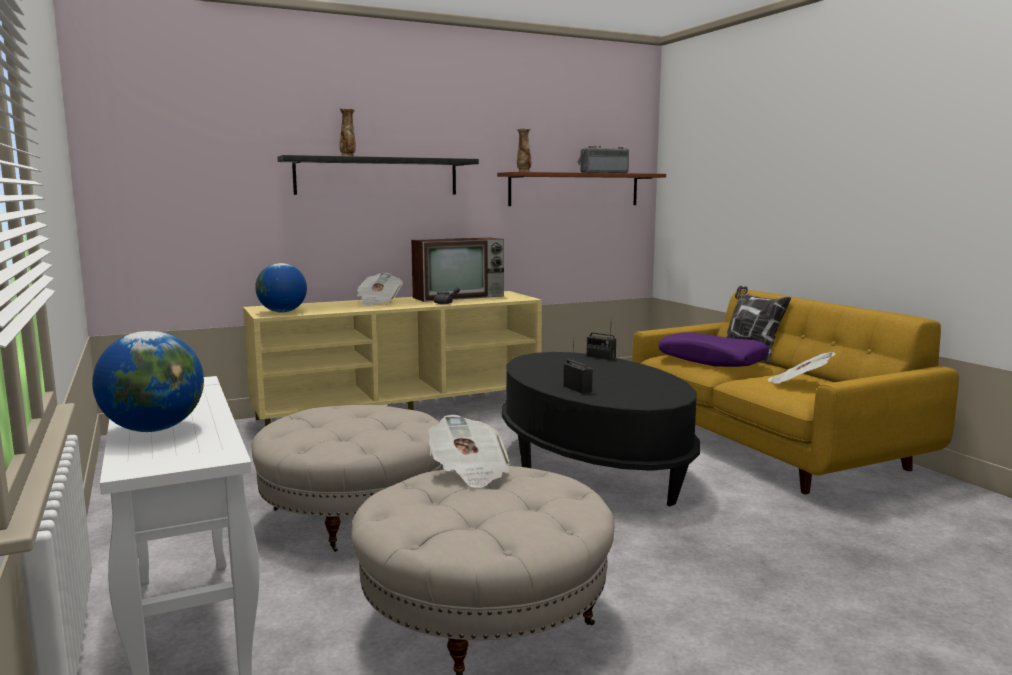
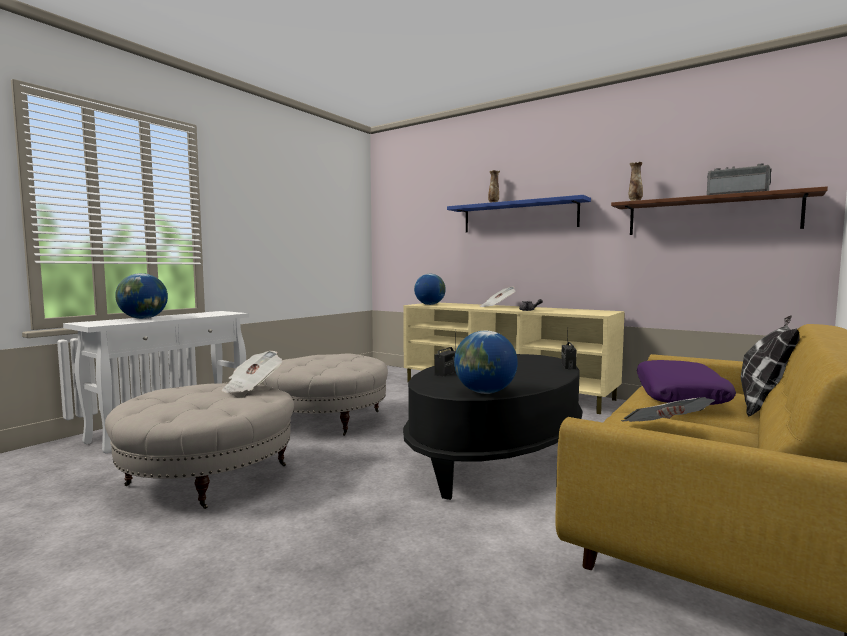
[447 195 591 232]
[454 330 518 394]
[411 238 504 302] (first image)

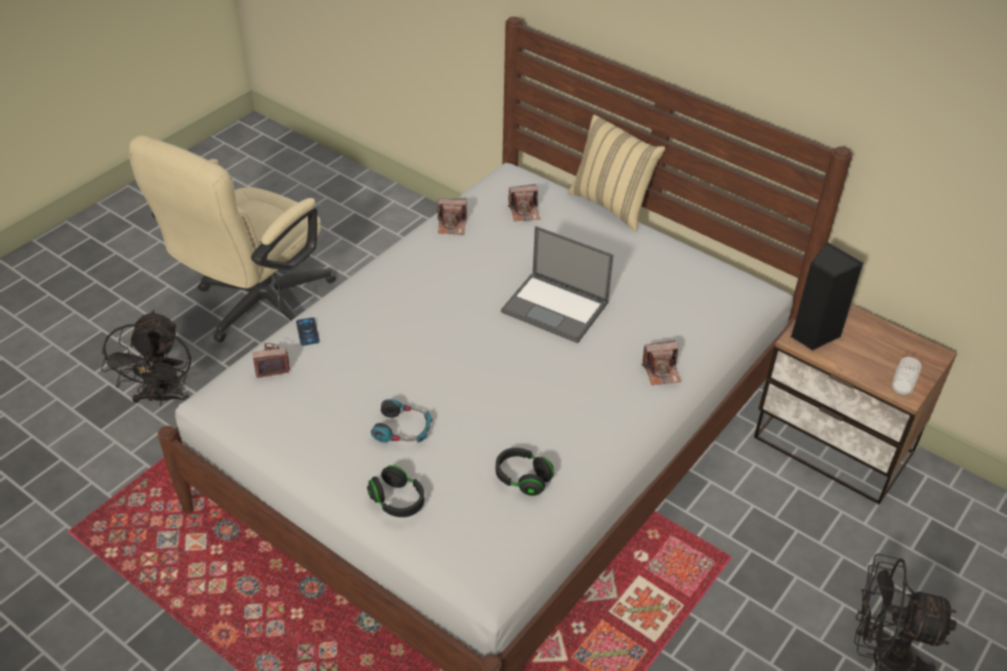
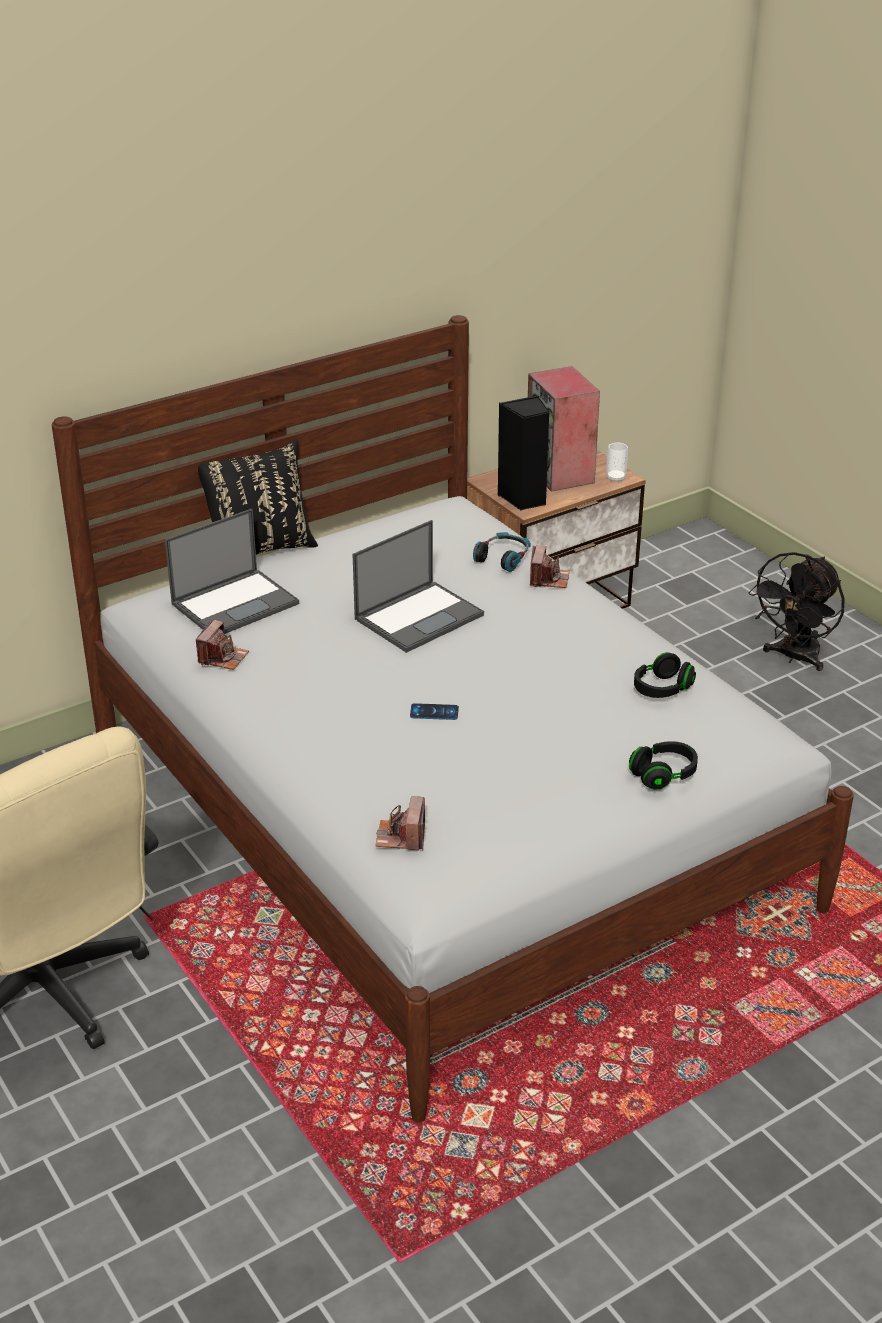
[165 509 299 634]
[198 439 318 555]
[410 703 459 720]
[473 532 530 572]
[528 366 600 491]
[101 310 191 406] (first image)

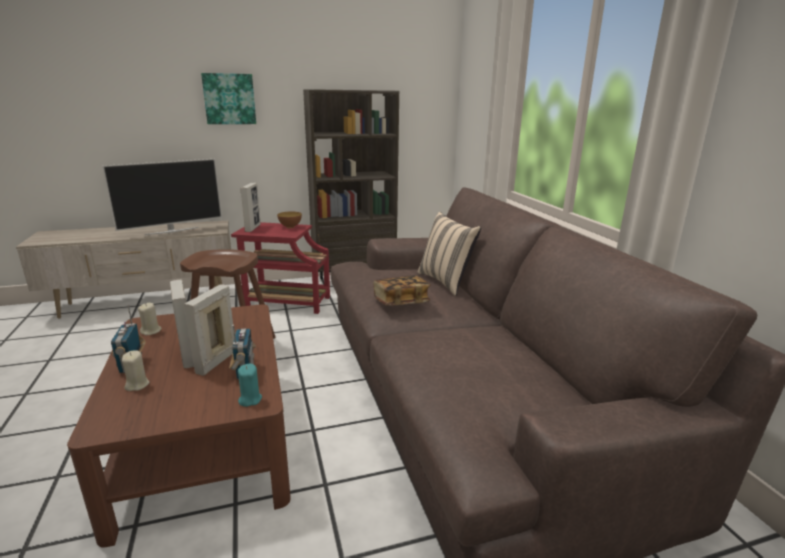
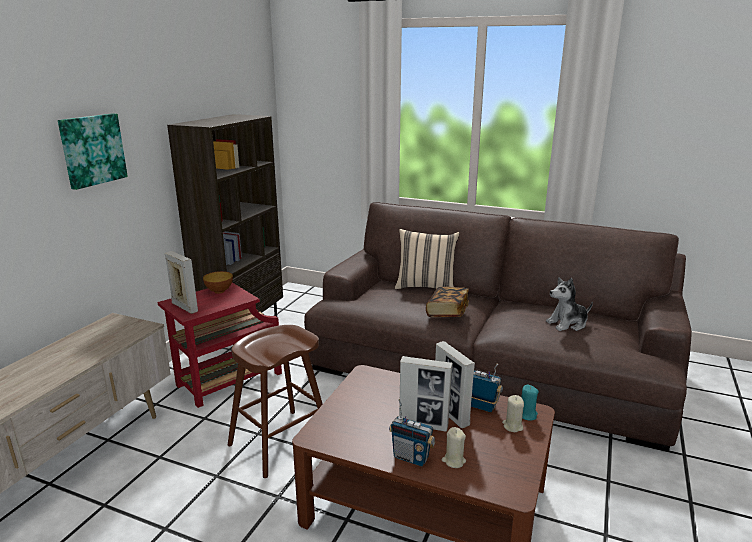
[502 395 524 432]
[546 277 593 331]
[102 159 222 235] (first image)

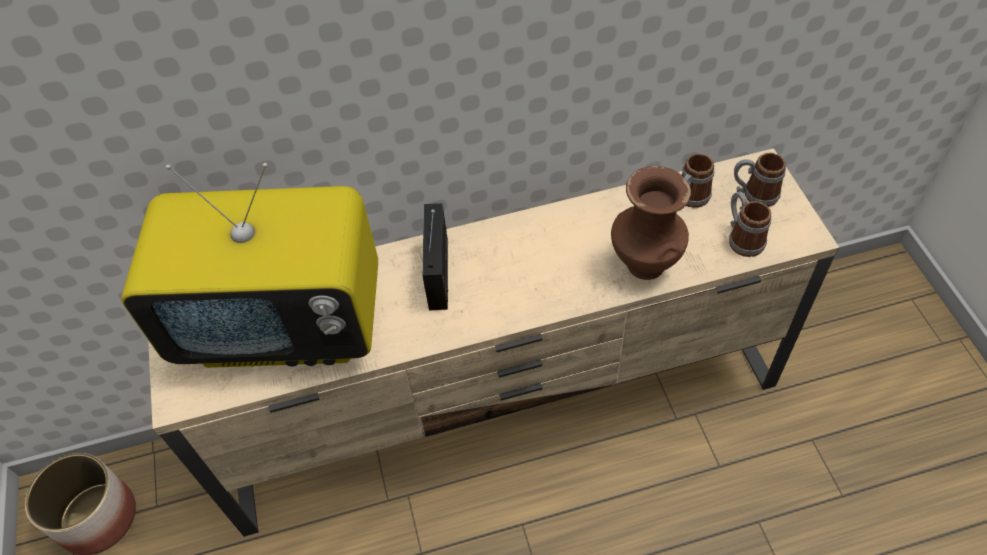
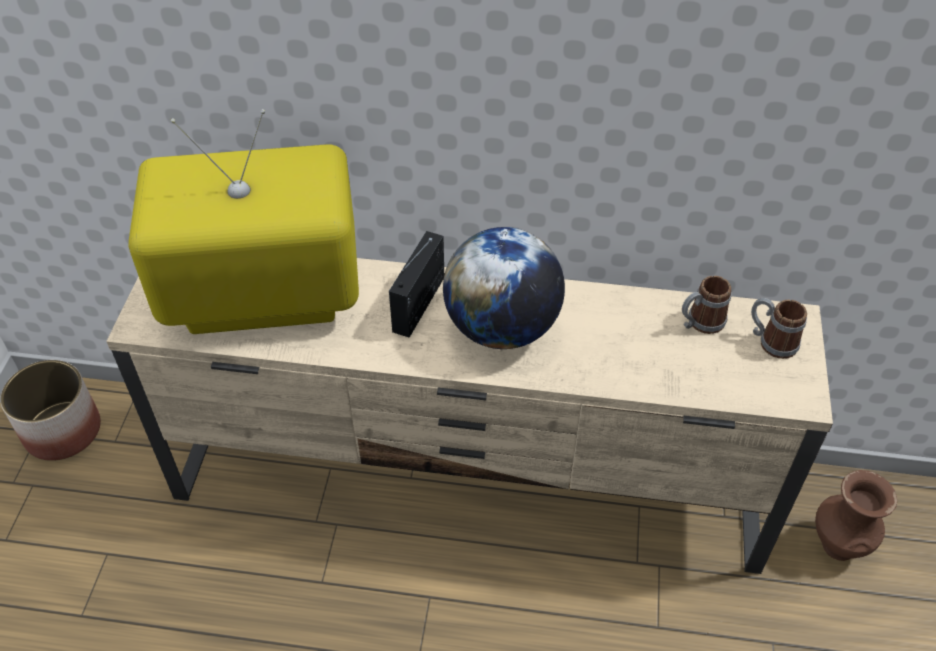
[128 109 359 334]
[443 227 565 349]
[815 470 897 561]
[729 192 771 257] (first image)

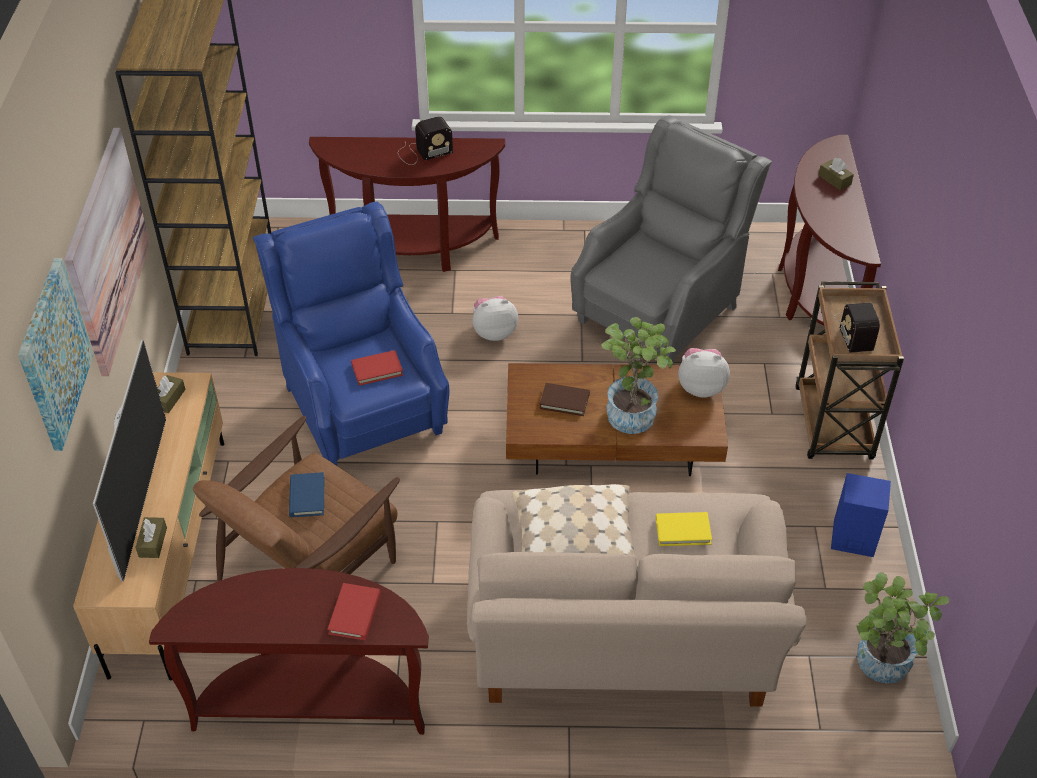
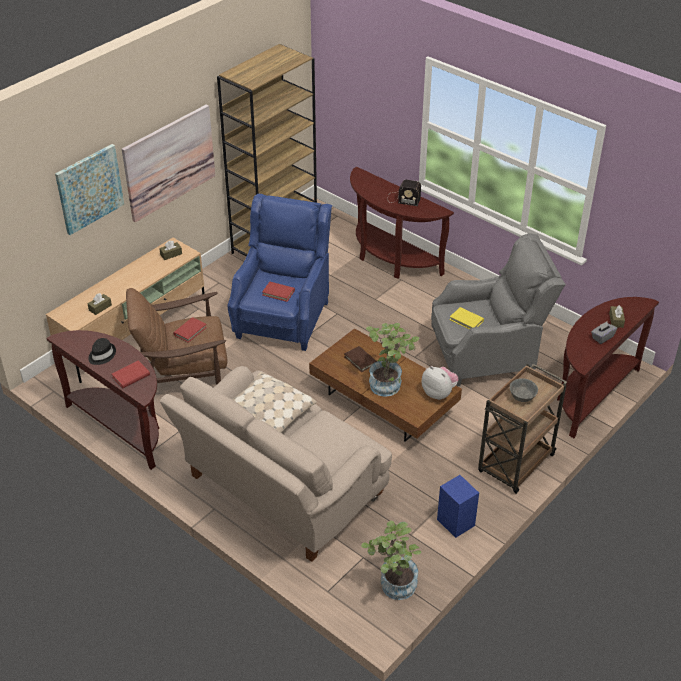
[88 338 116 365]
[173 317 207 343]
[450 307 484 329]
[510 378 538 402]
[591 322 617 344]
[93 340 166 581] (first image)
[472 296 518 341] (first image)

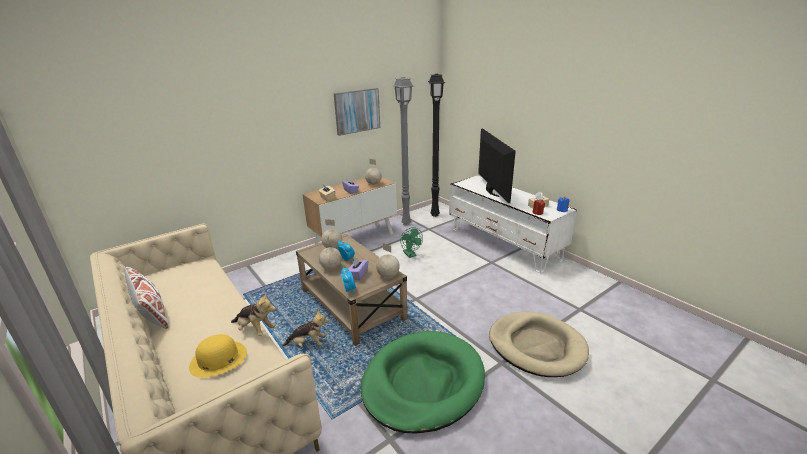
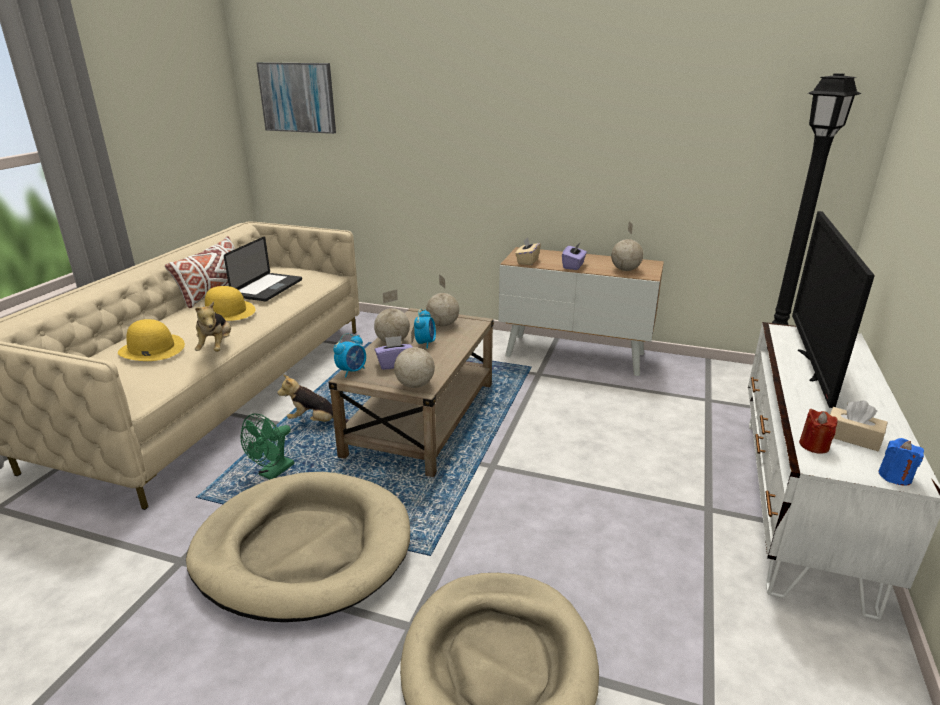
[186 472 410 622]
[205 286 255 321]
[224 237 302 301]
[241 414 294 479]
[256 62 336 134]
[277 375 349 423]
[792 211 875 408]
[393 77 414 226] (first image)

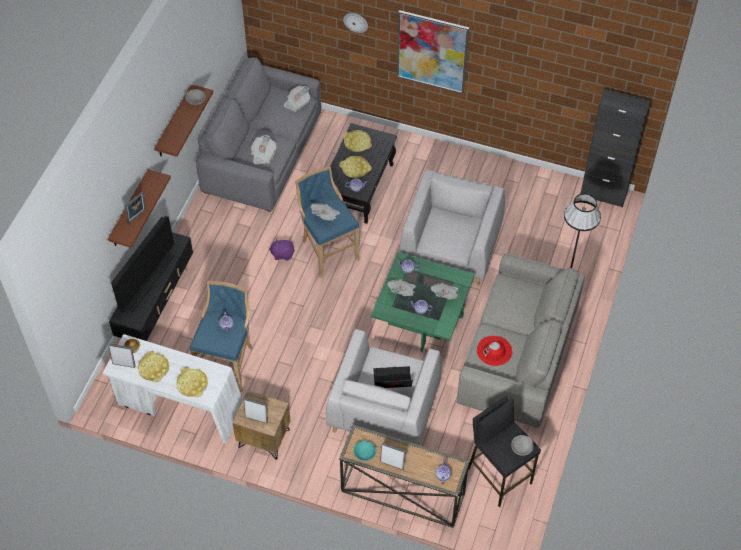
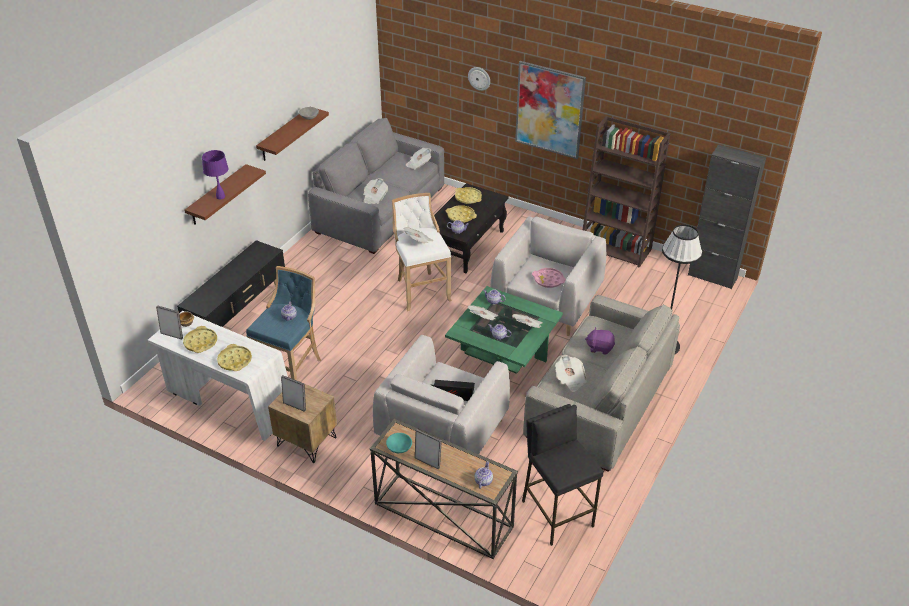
[202 150 229 199]
[392 193 452 311]
[532 268 566 288]
[555 355 587 392]
[583 116 671 268]
[585 327 615 355]
[111 216 174 313] (first image)
[511 435 534 456] (first image)

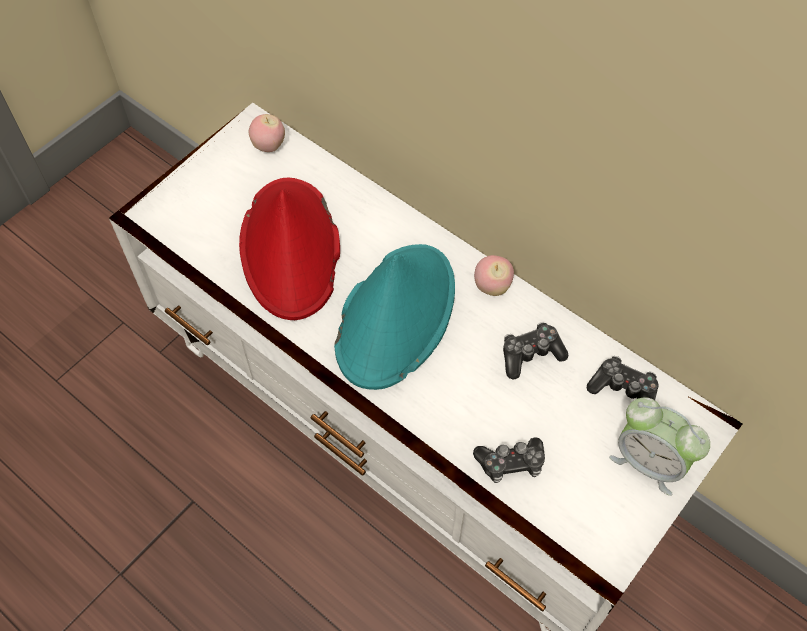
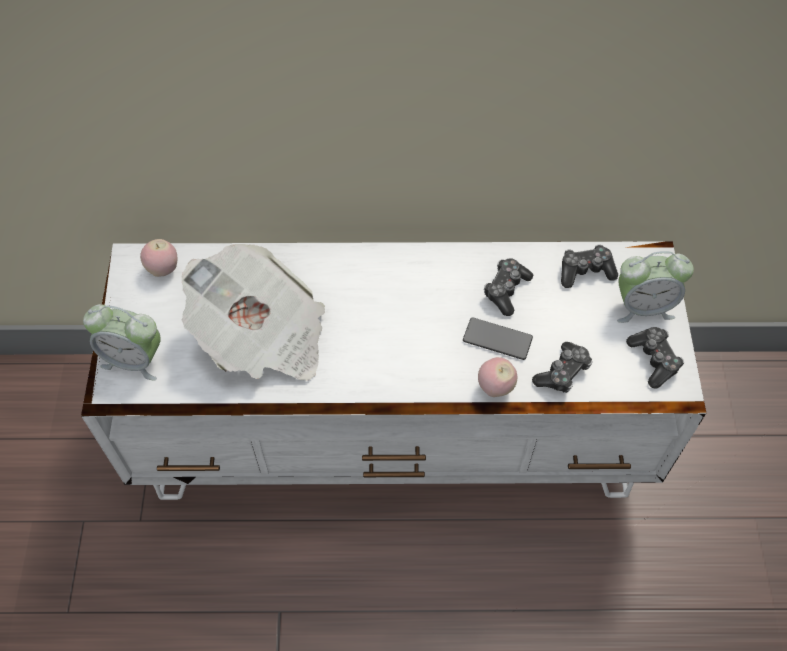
[83 304 161 381]
[182 244 325 381]
[463 317 533 360]
[478 357 517 397]
[626 327 684 388]
[334 244 455 390] (first image)

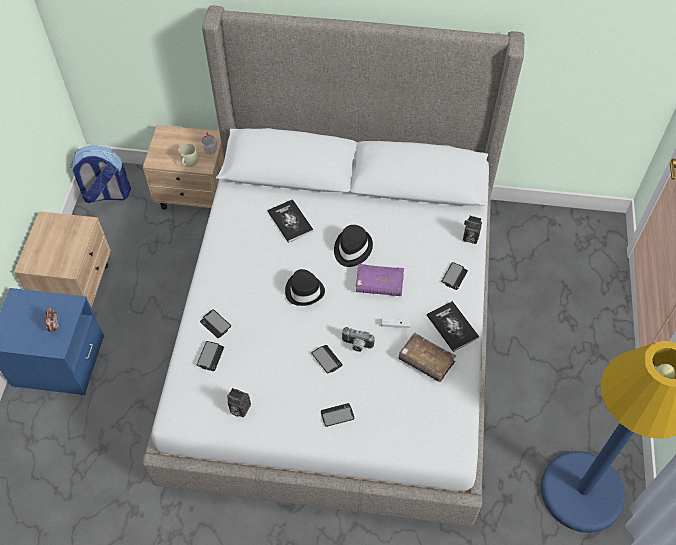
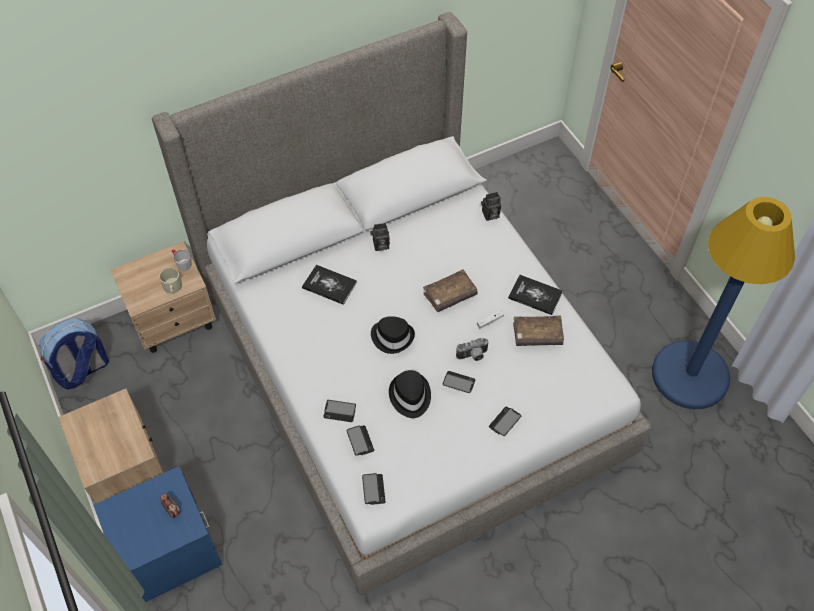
[362 473 386 505]
[370 223 390 251]
[389 370 431 418]
[423 269 478 312]

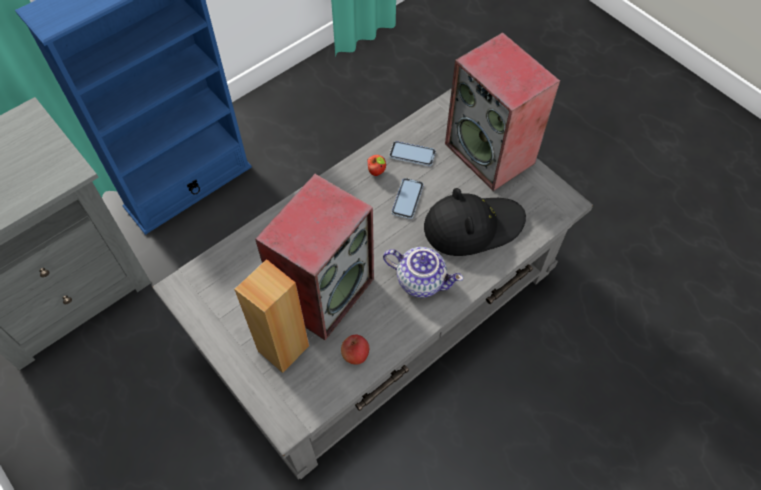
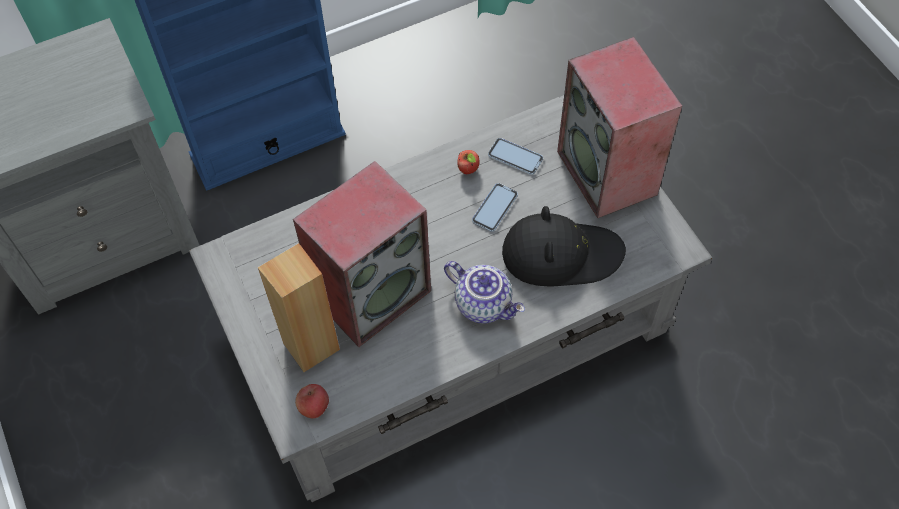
[295 384 329 418]

